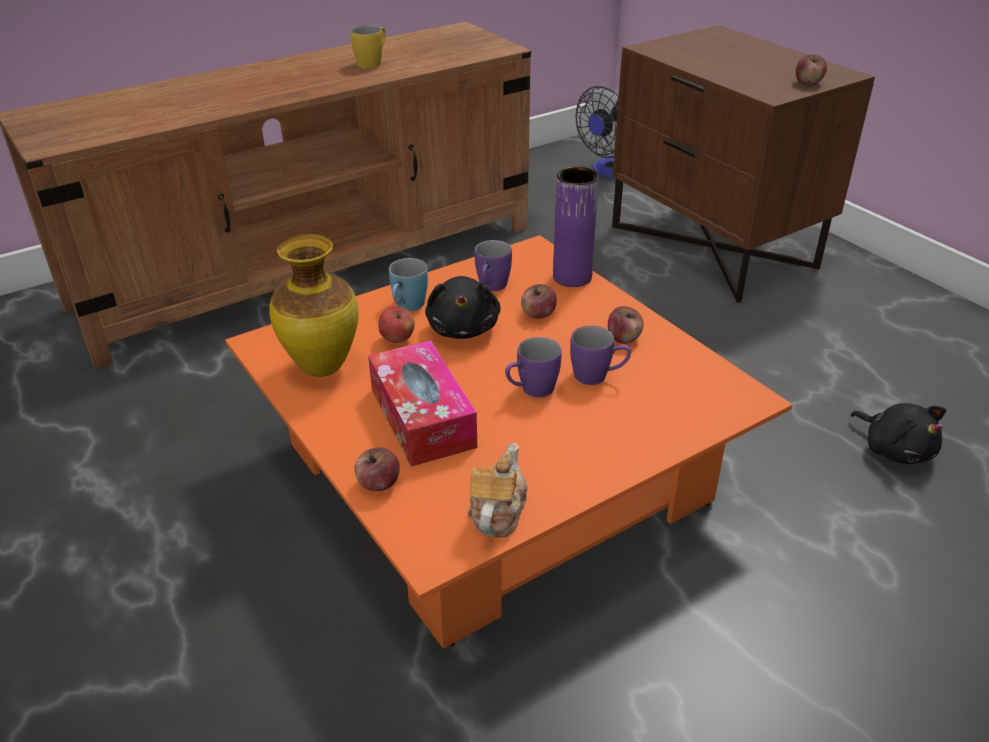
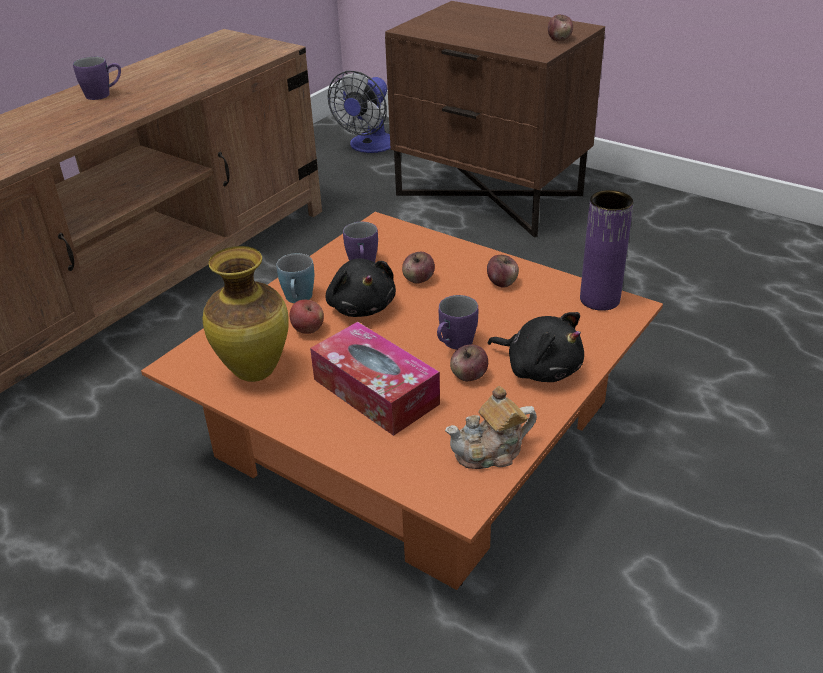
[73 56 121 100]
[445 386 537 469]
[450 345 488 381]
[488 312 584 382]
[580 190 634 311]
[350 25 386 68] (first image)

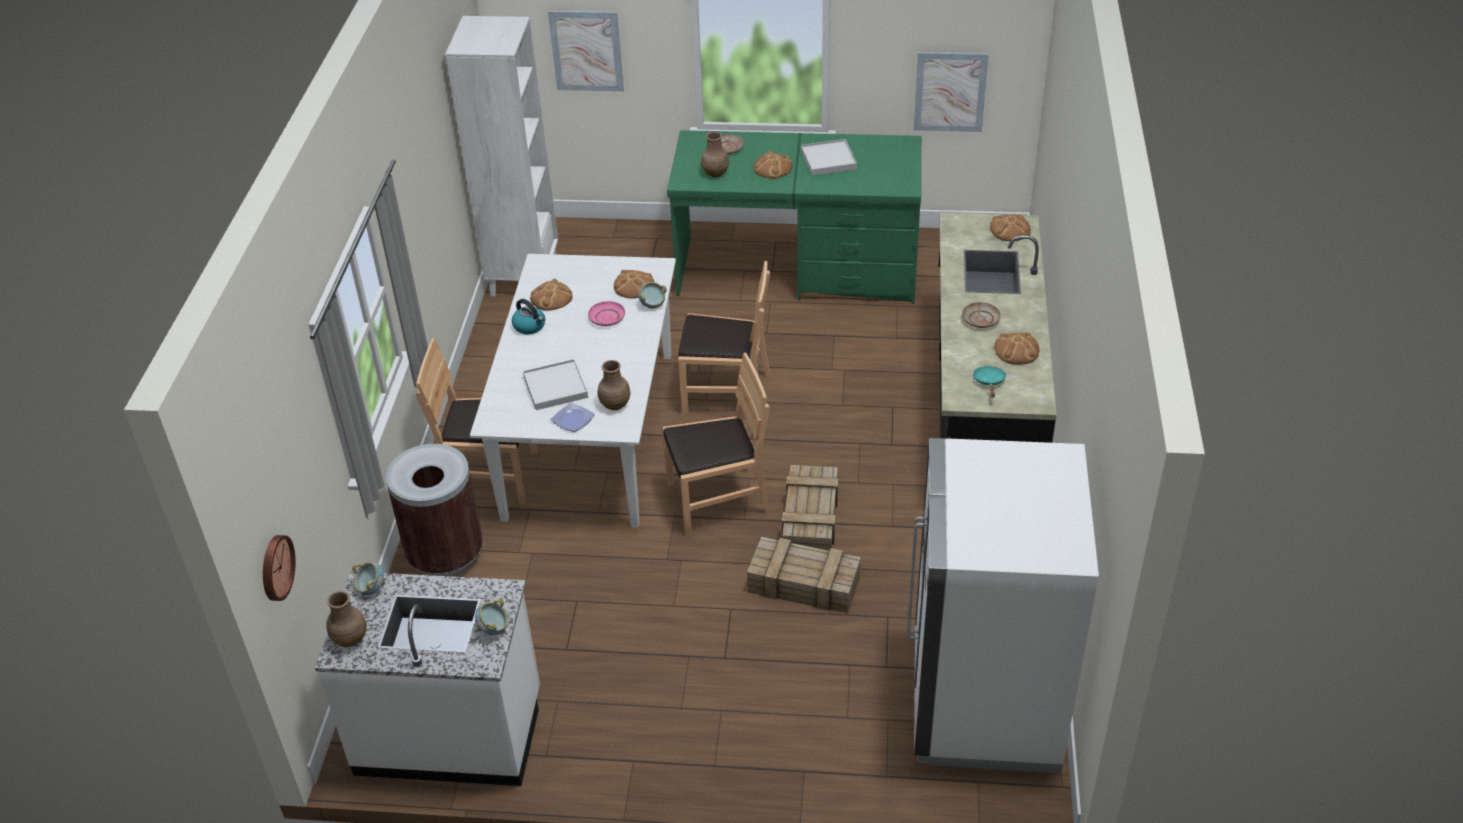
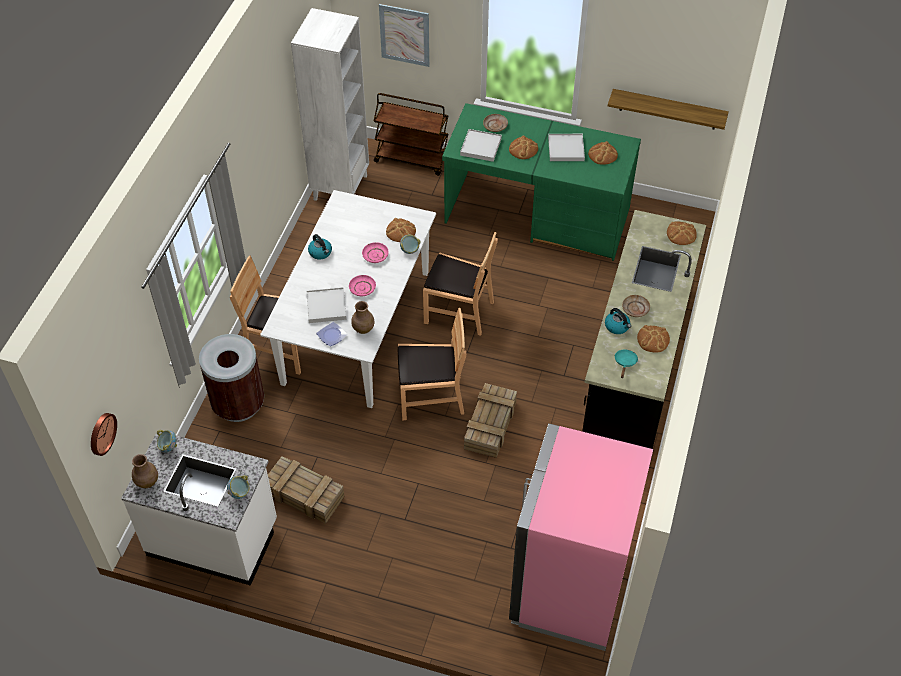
[268 456 344 524]
[349 275 376 296]
[374 93 448 176]
[460 129 502 162]
[509 423 653 651]
[588 141 618 165]
[605 308 631 334]
[608 89 729 130]

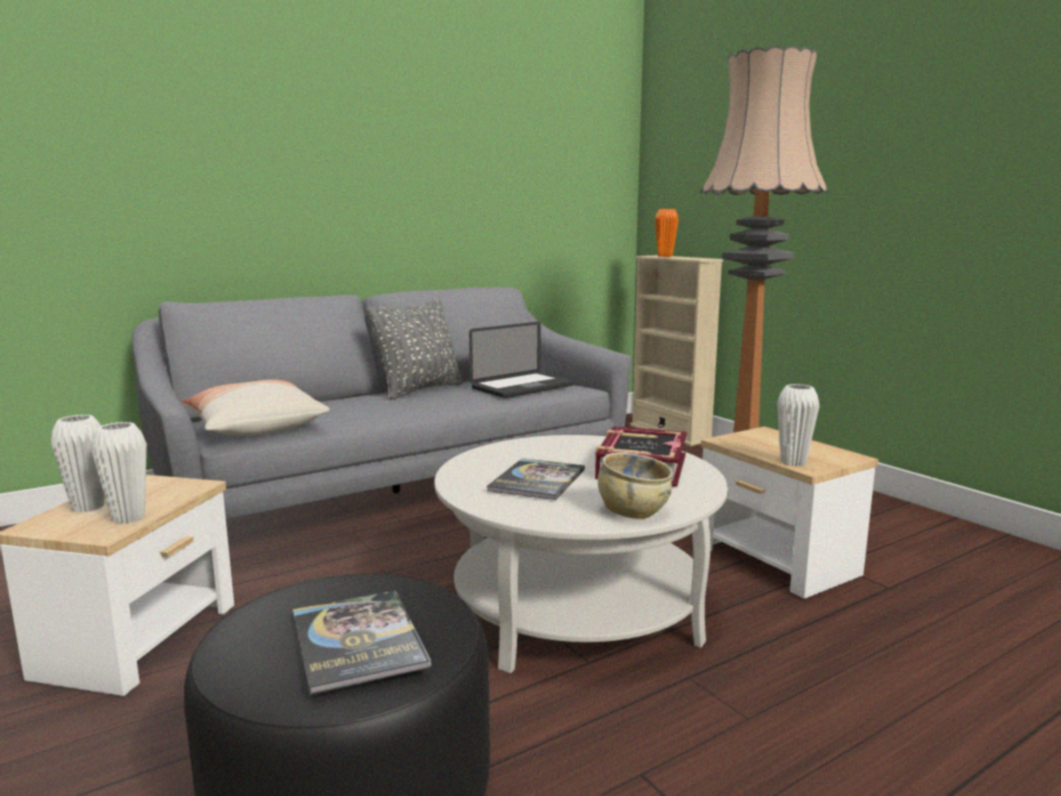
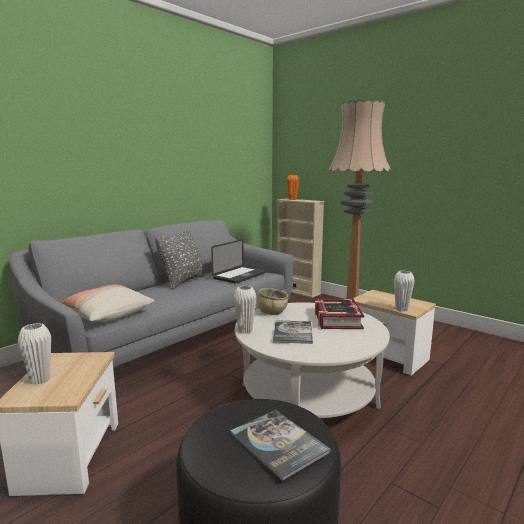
[234 286 257 333]
[257 288 288 315]

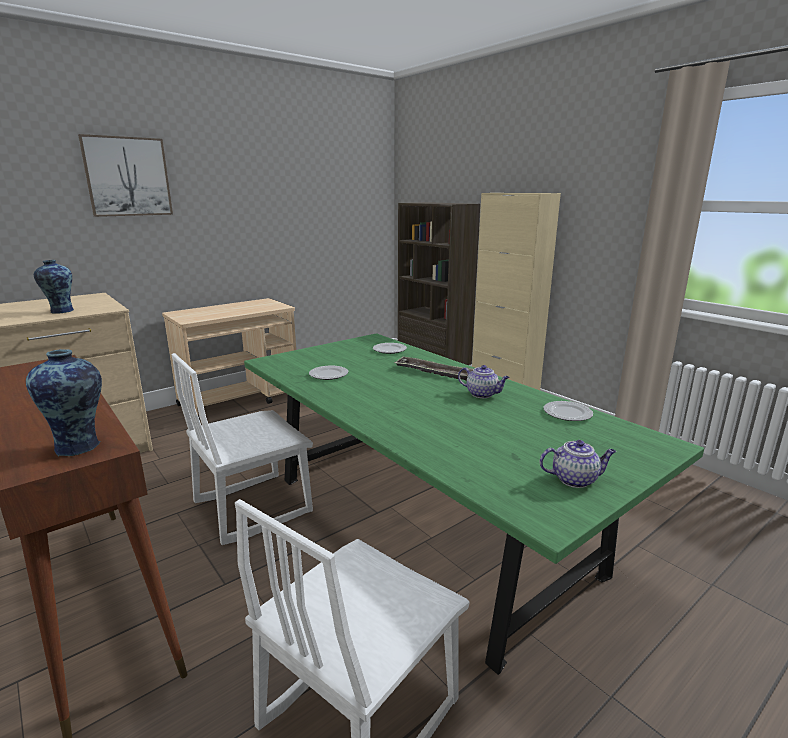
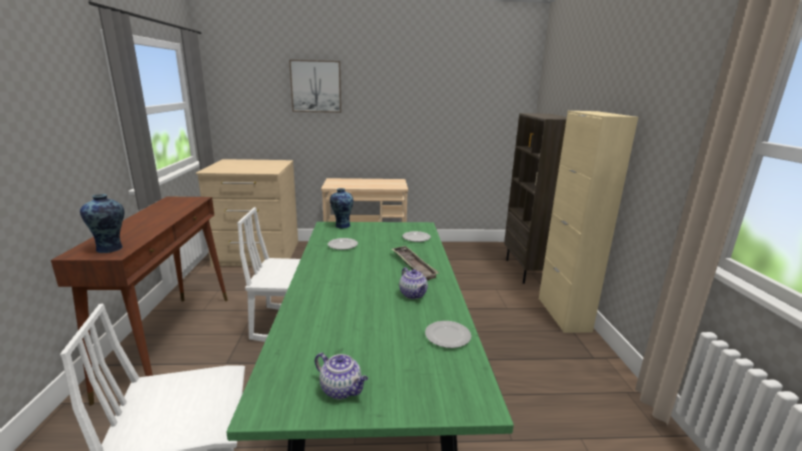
[330 188 353 228]

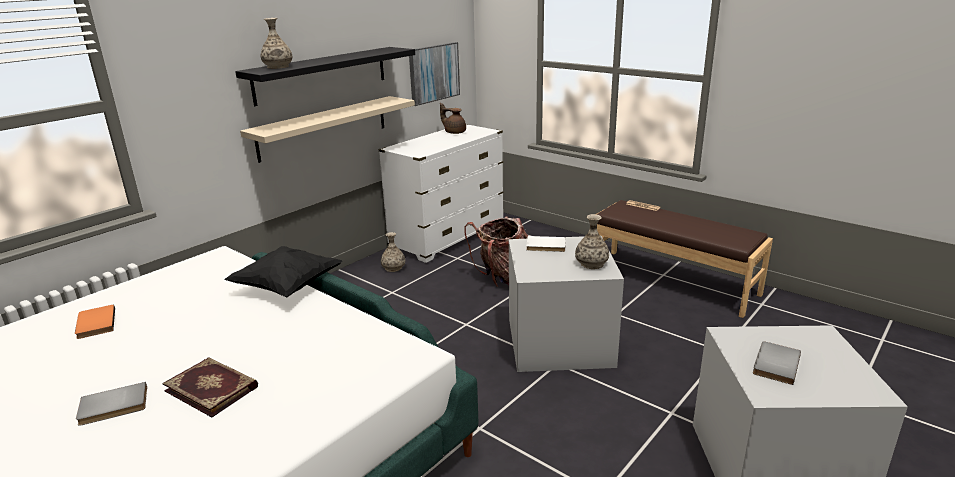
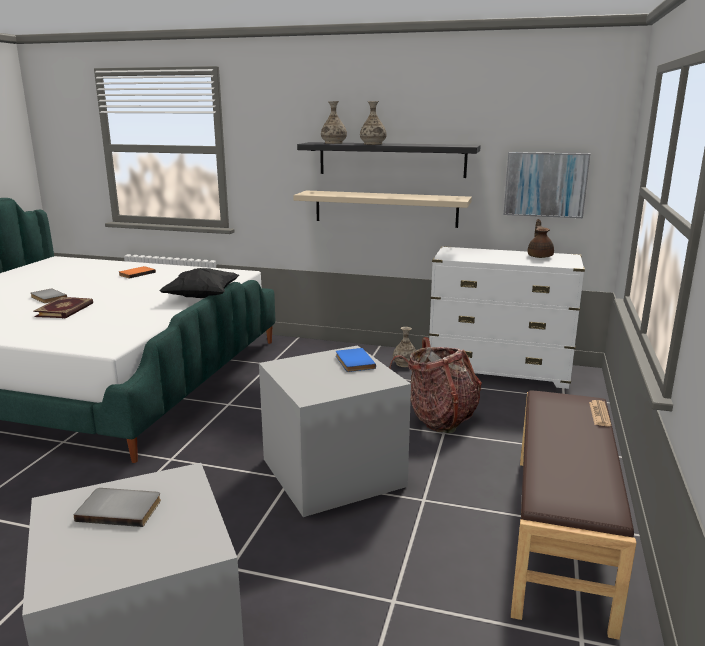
[336 348 376 372]
[360 101 387 145]

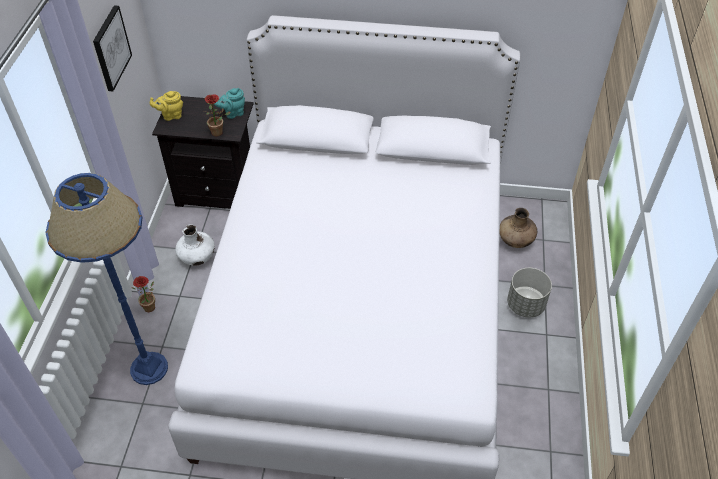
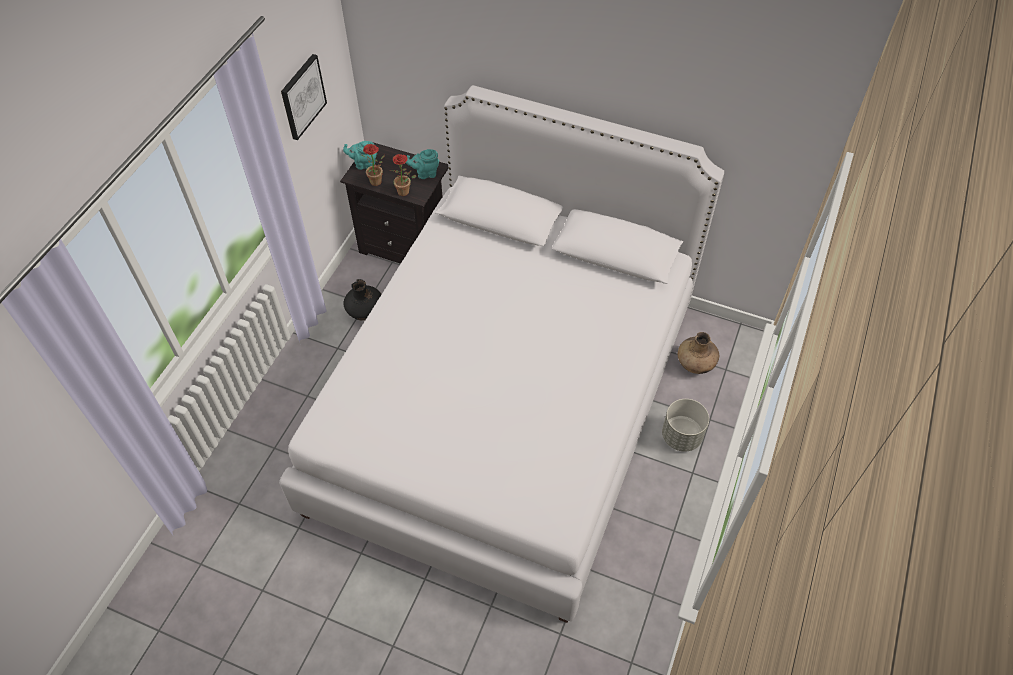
[343 141 377 170]
[344 279 382 321]
[362 144 385 186]
[45 173 168 385] (first image)

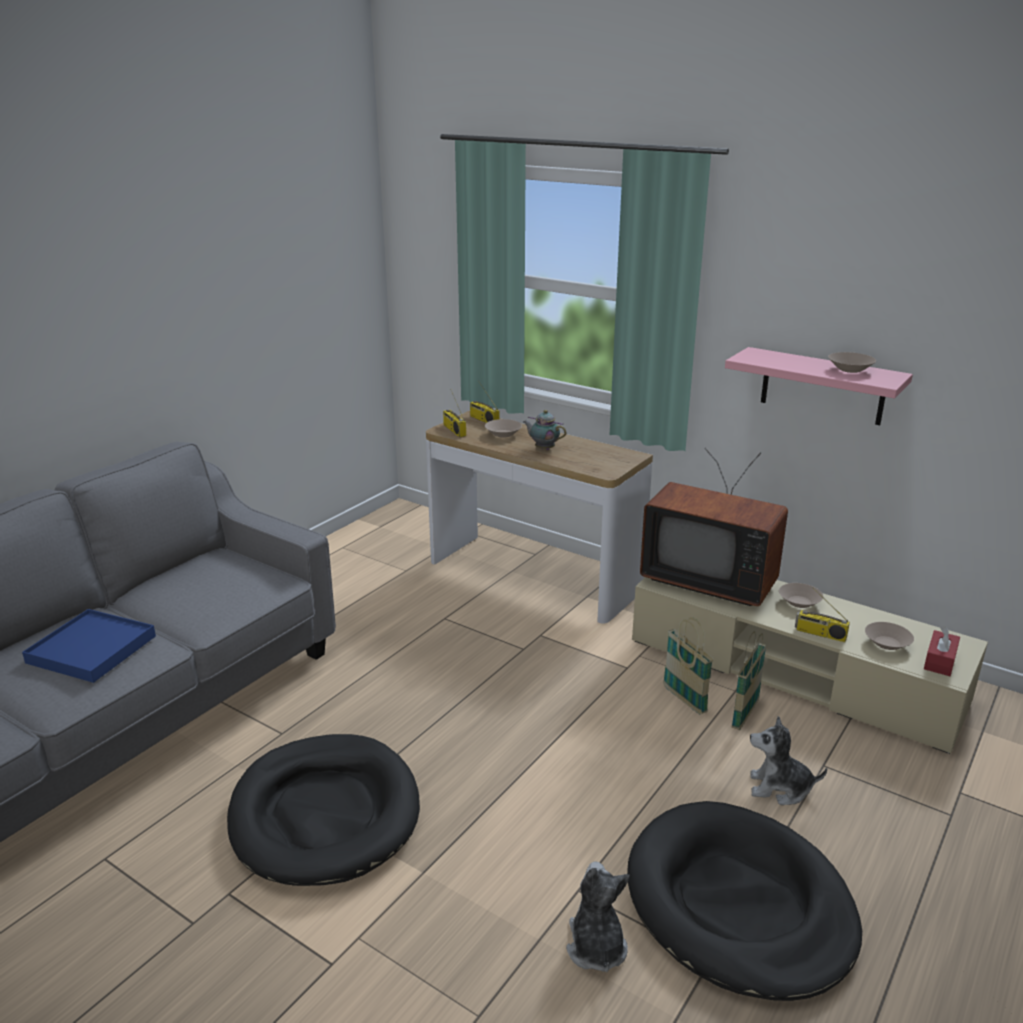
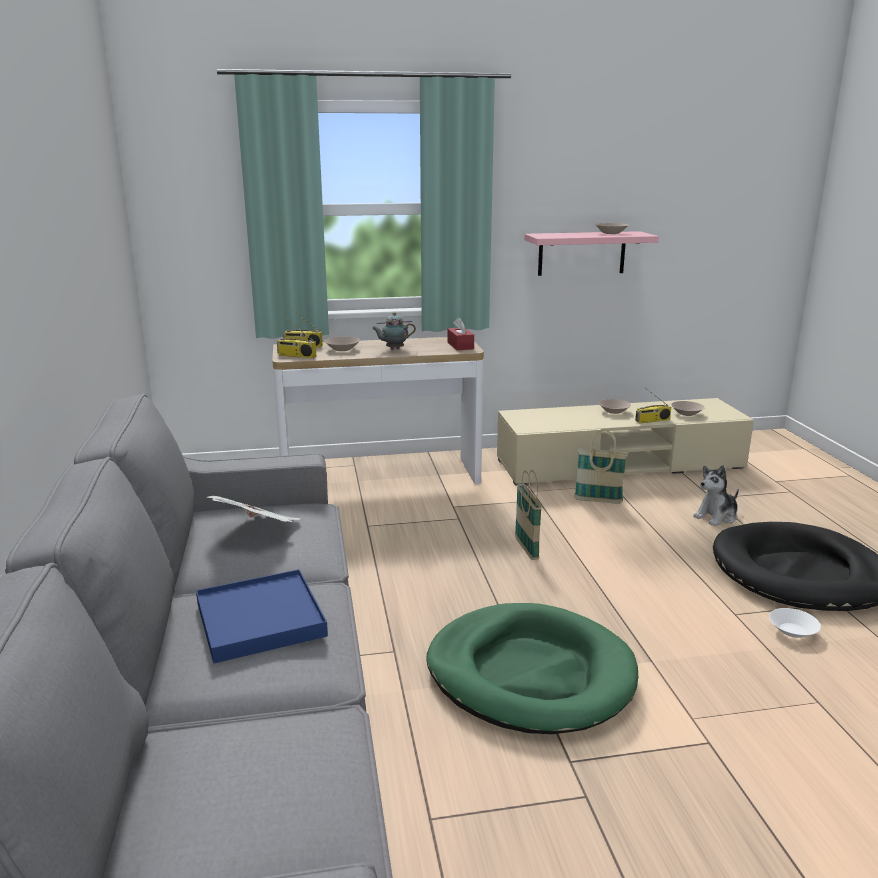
[207 496 300 522]
[427 603 638 734]
[447 317 474 350]
[515 470 542 560]
[769 608 821 638]
[640 448 788 606] (first image)

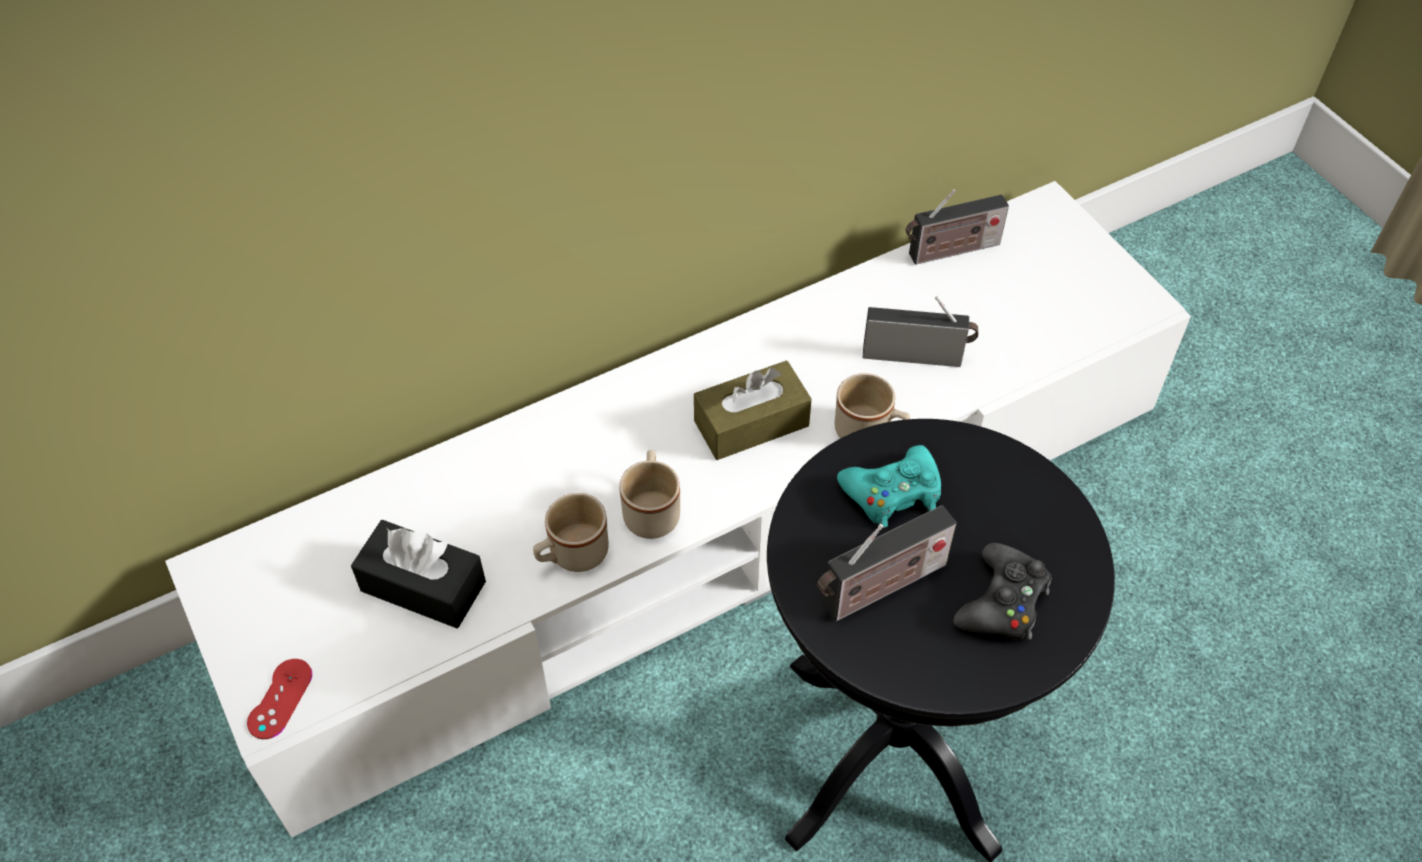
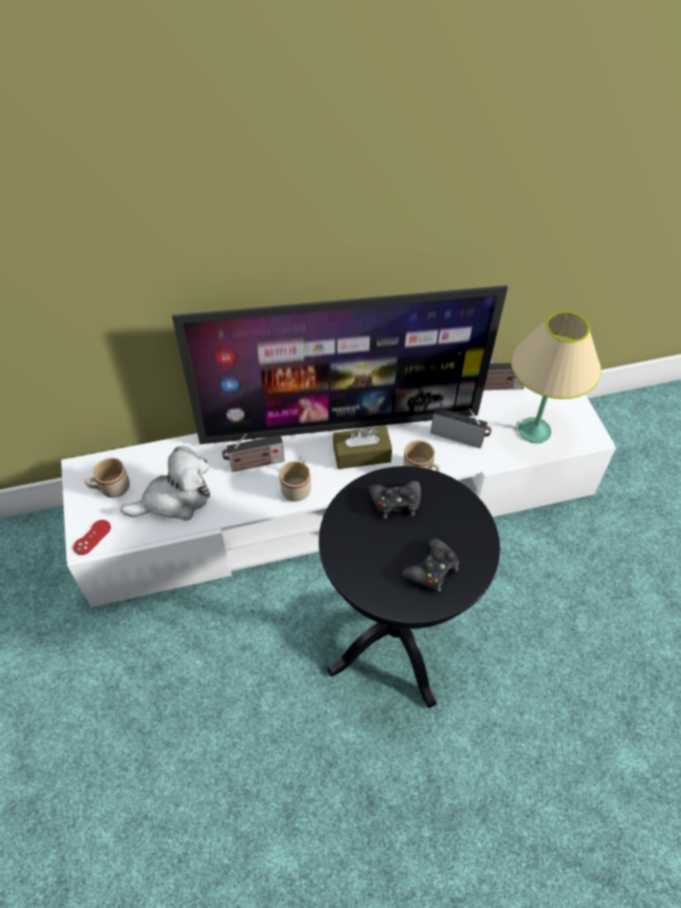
[85 458 130 498]
[120 446 210 521]
[172 285 508 444]
[222 434 285 472]
[369 481 421 519]
[511 312 601 443]

